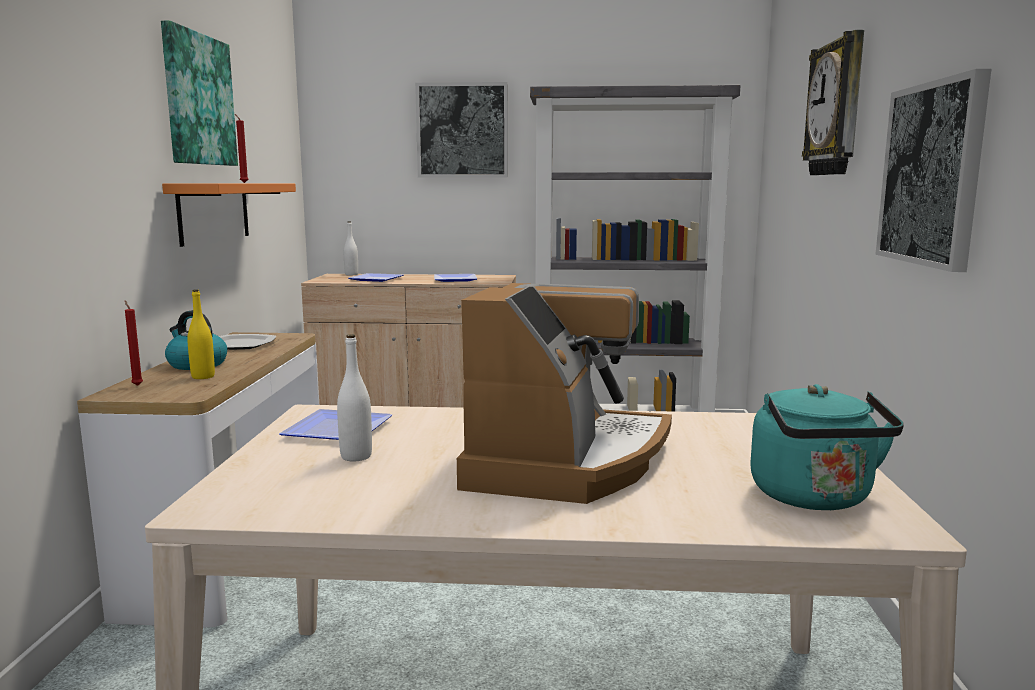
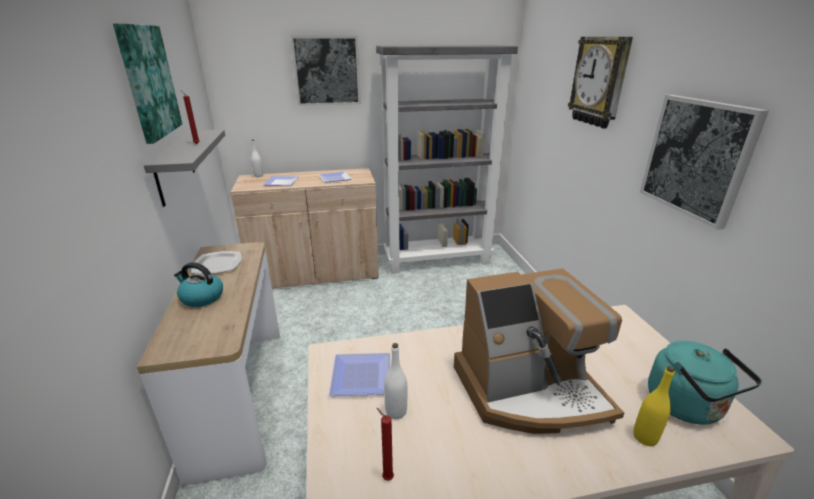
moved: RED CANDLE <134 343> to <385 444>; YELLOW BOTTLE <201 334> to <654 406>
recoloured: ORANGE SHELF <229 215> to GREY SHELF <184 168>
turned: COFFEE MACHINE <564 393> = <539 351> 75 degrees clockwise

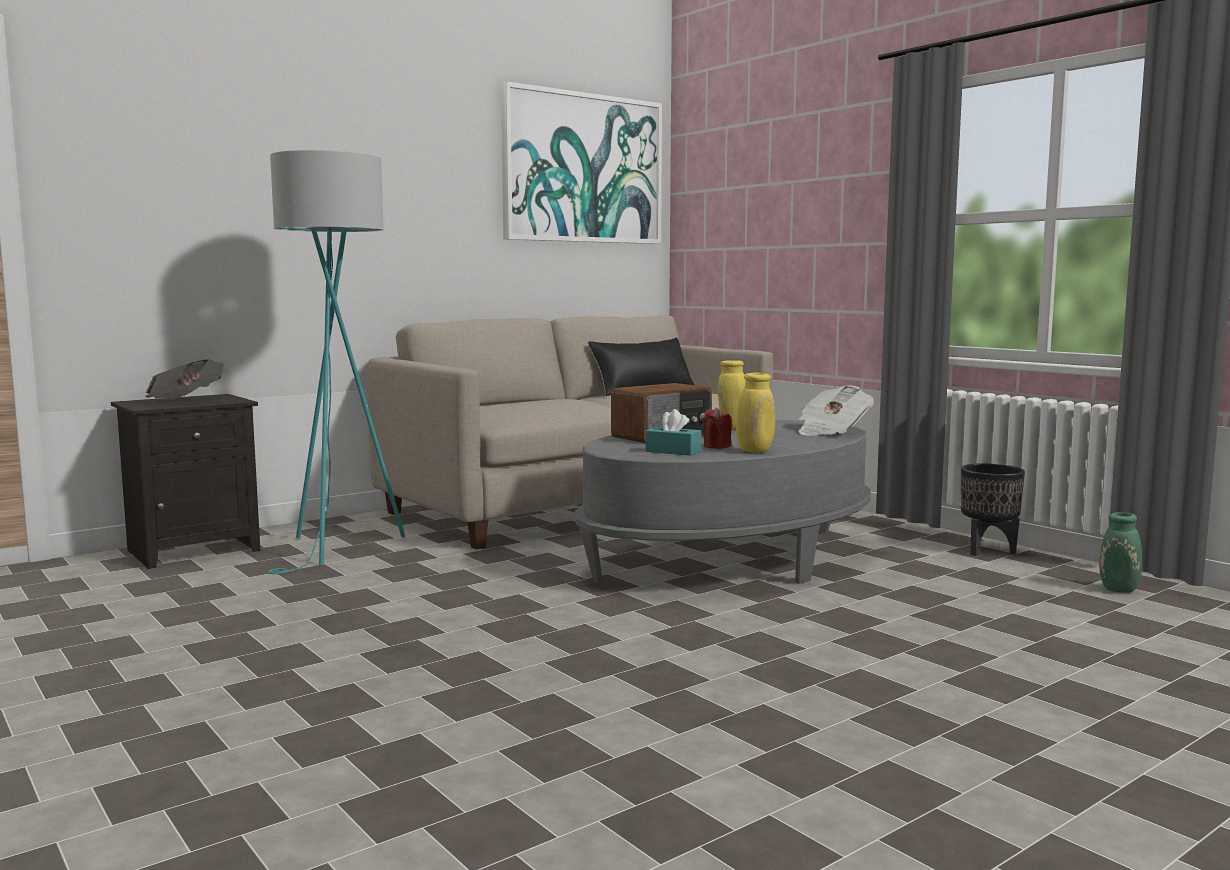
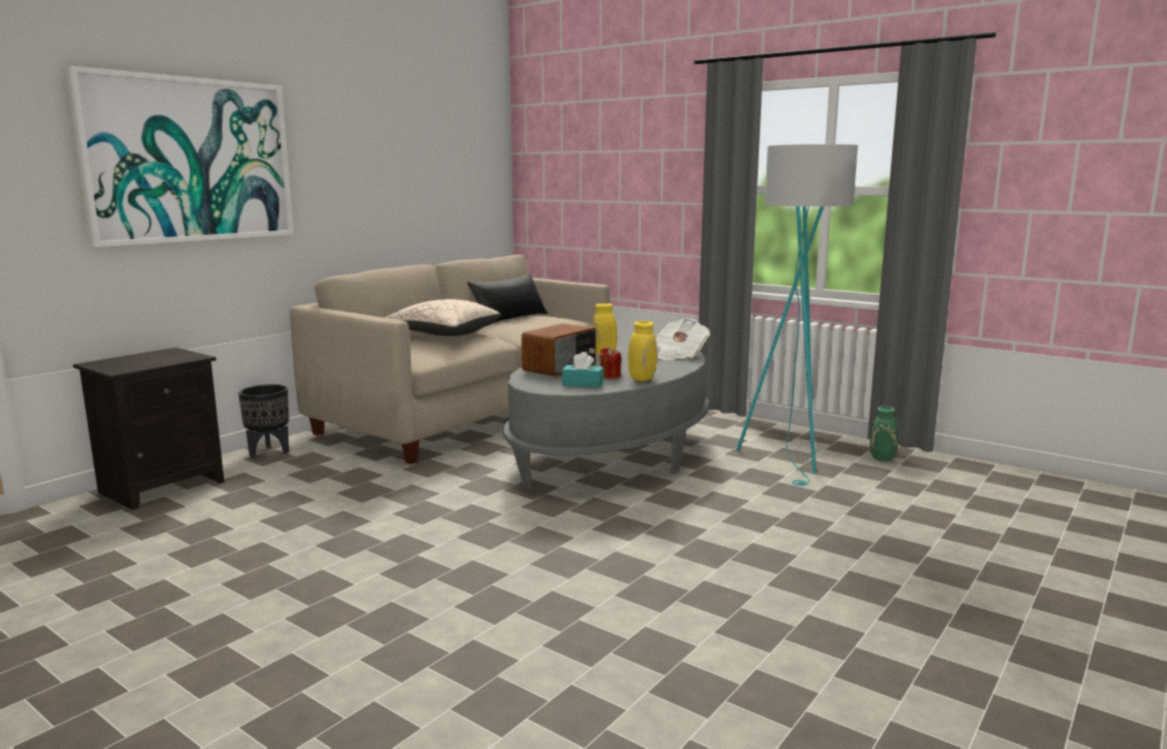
removed: NEWSPAPER <184 379>
added: BEIGE PILLOW <443 317>
moved: PICTURE <581 162> to <179 156>; BLACK PLANTER <993 510> to <263 421>; TURQUOISE FLOOR LAMP <336 362> to <797 315>

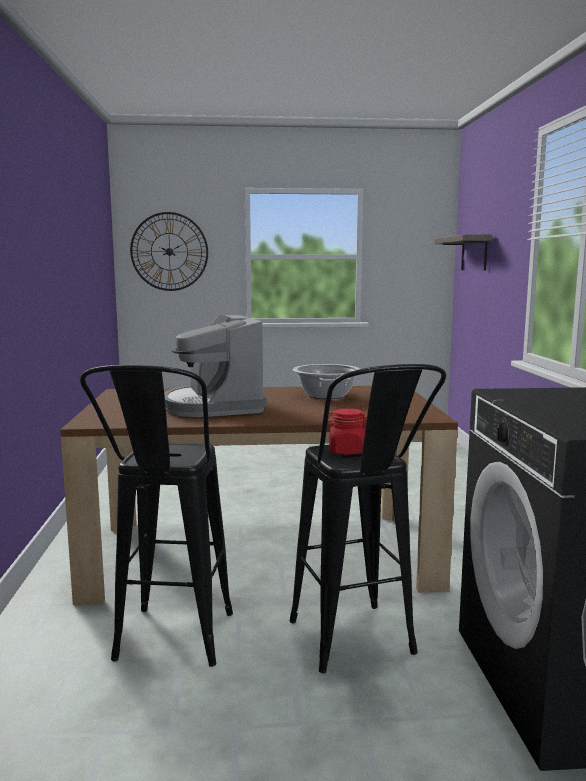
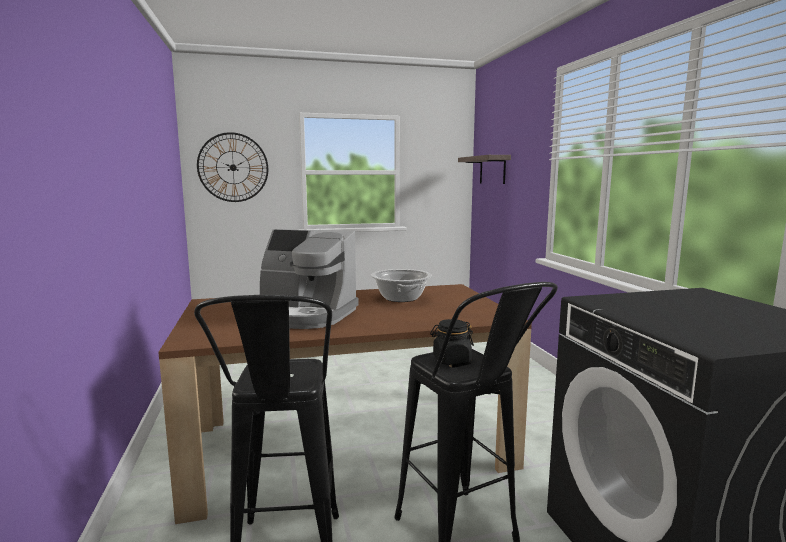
recoloured: RED JAR <347 431> to BLACK JAR <452 342>
turned: COFFEE MACHINE <215 365> = <309 279> 45 degrees counterclockwise

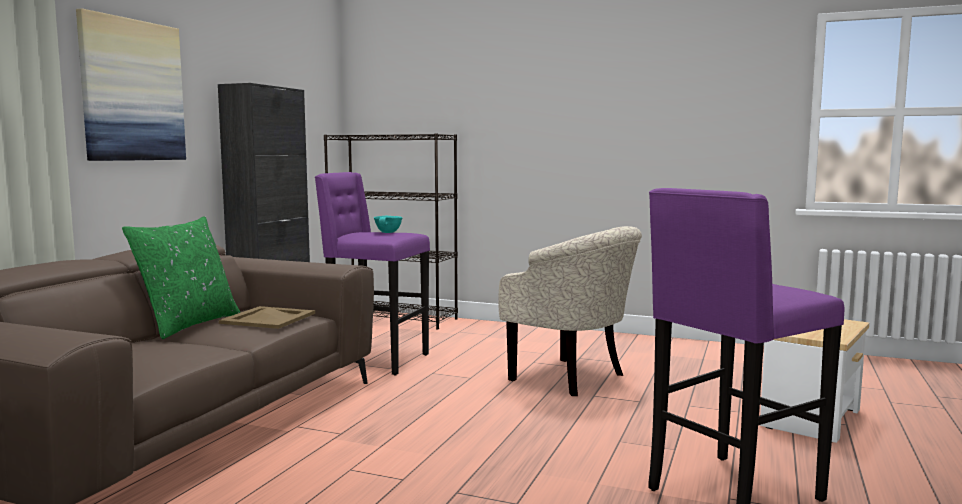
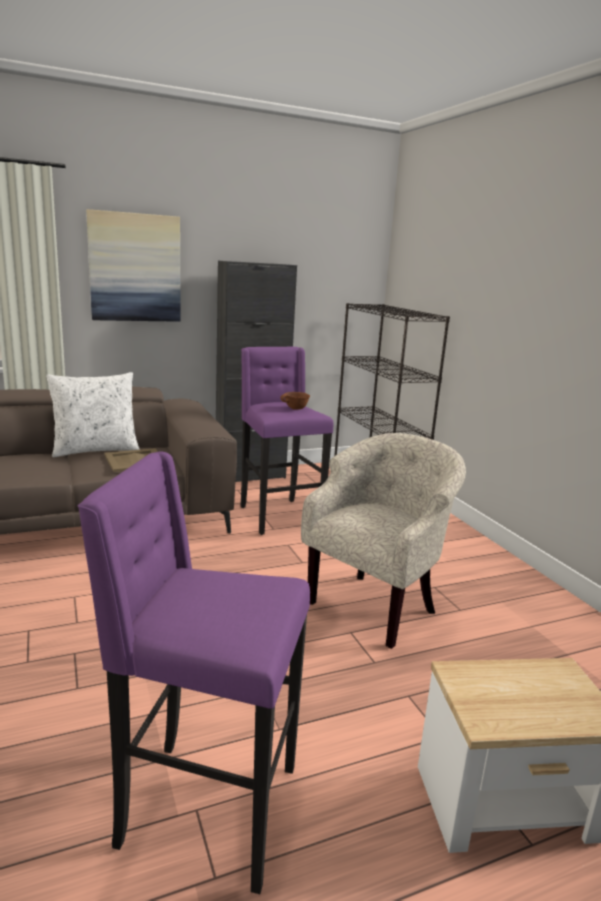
recoloured: GREEN PILLOW <181 277> to WHITE PILLOW <93 414>; TURQUOISE BOWL <388 224> to BROWN BOWL <295 401>
turned: BEIGE ARMCHAIR <570 311> = <383 541> 135 degrees counterclockwise

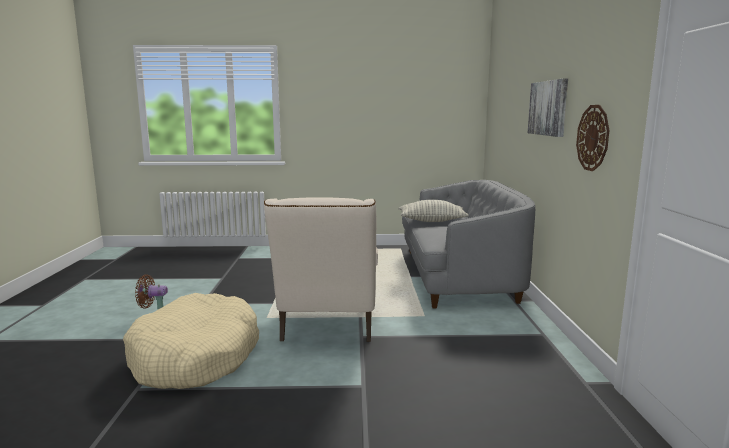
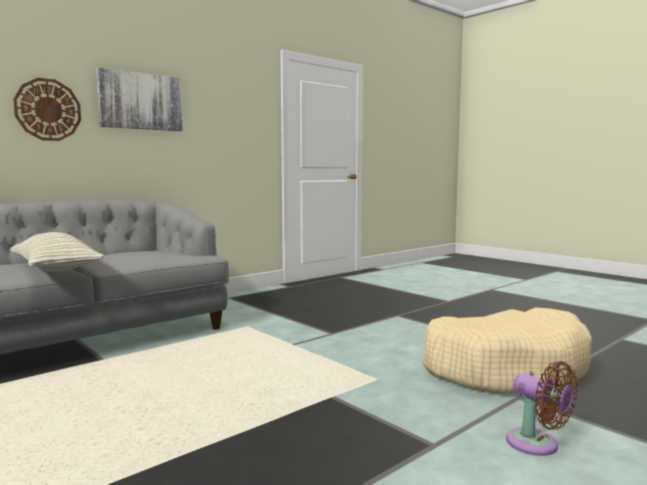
removed: BEIGE ARMCHAIR <321 269>
moved: WALL CLOCK <592 138> to <47 109>

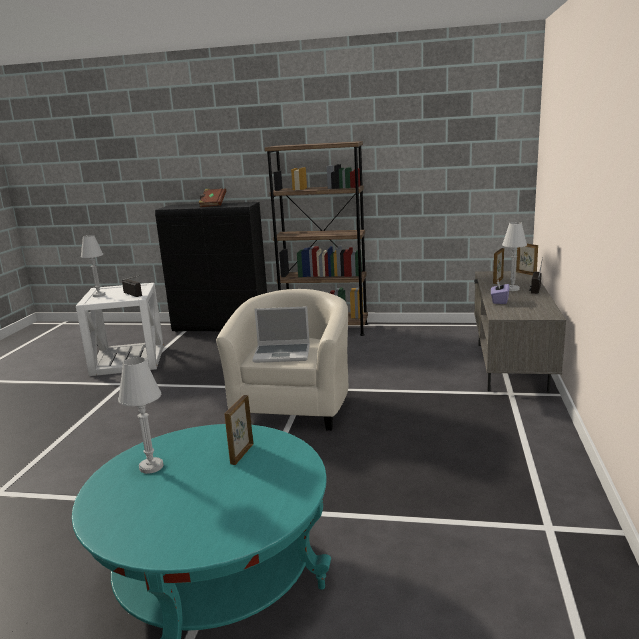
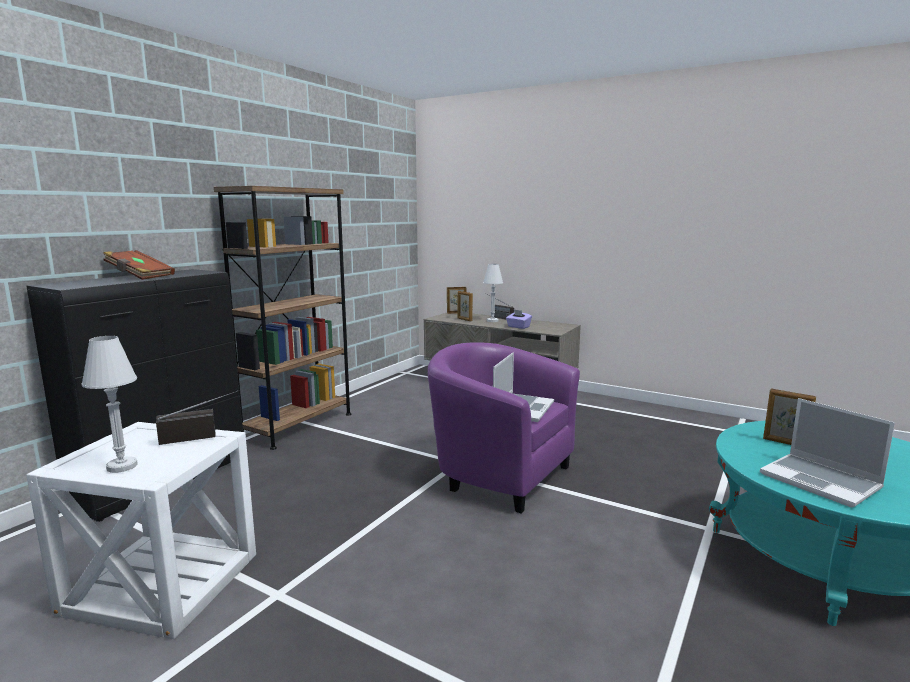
replaced: WHITE TABLE LAMP <141 415> to LAPTOP <827 452>
recoloured: BEIGE ARMCHAIR <282 360> to PURPLE ARMCHAIR <504 427>

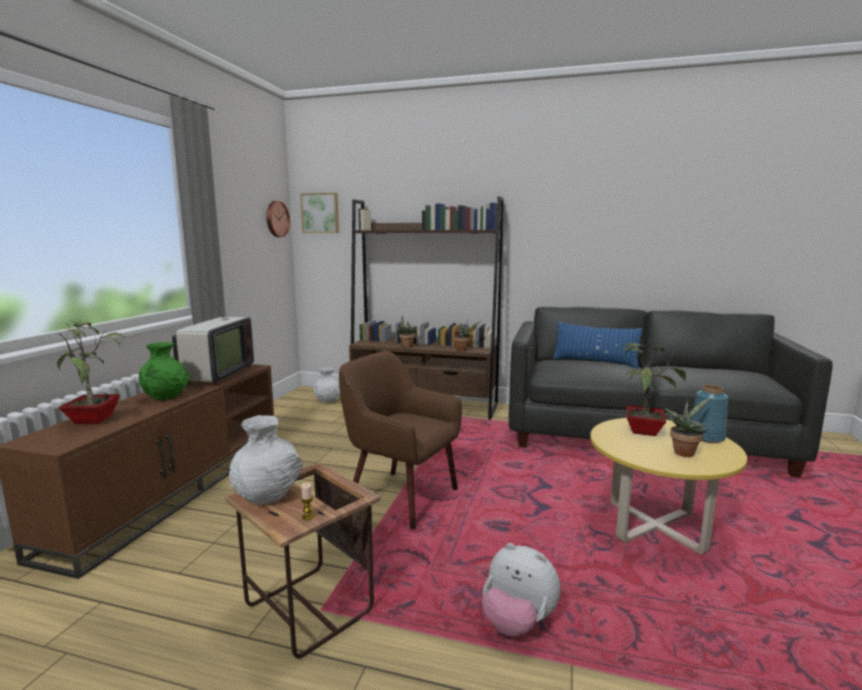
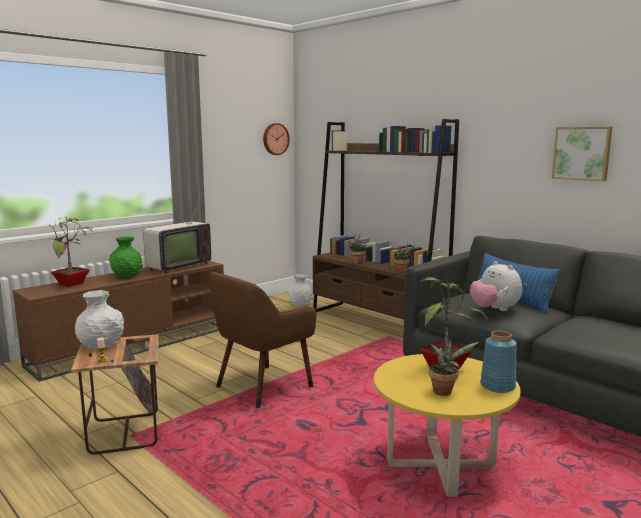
moved: PLUSH TOY <521 590> to <496 286>; PICTURE <319 213> to <582 154>
turned: BROWN ARMCHAIR <400 440> = <262 340> 105 degrees counterclockwise

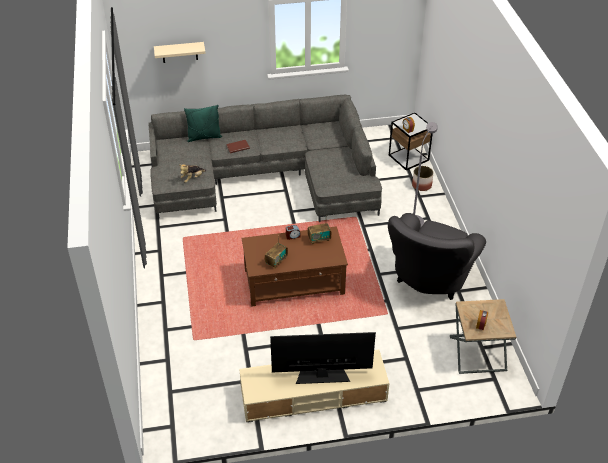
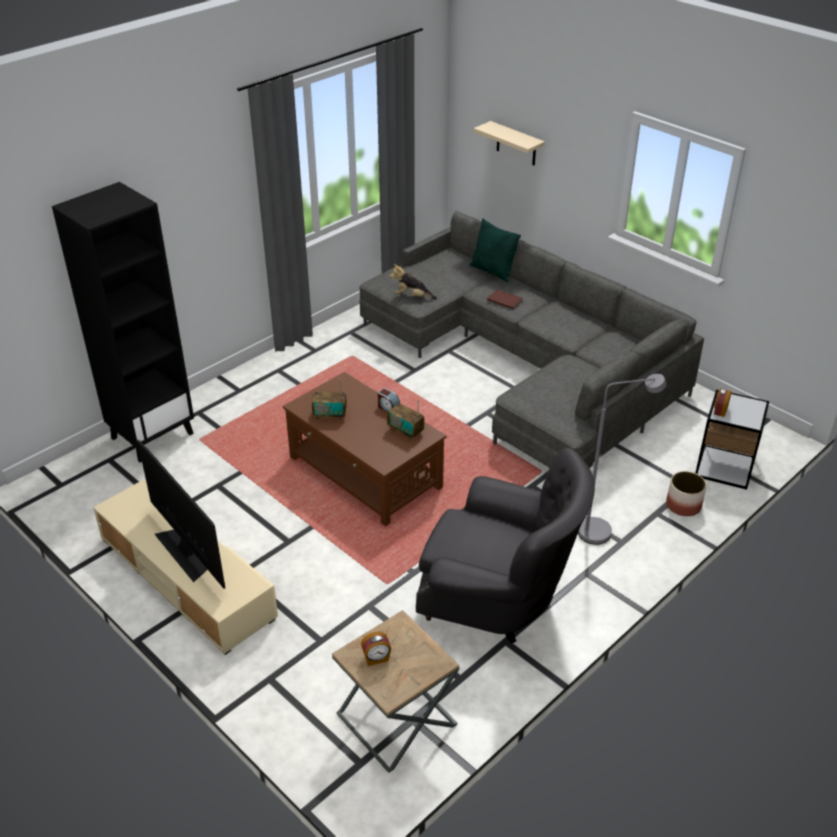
added: BLACK BOOKCASE <123 322>
turned: GREY ARMCHAIR <437 256> = <505 545> 150 degrees counterclockwise

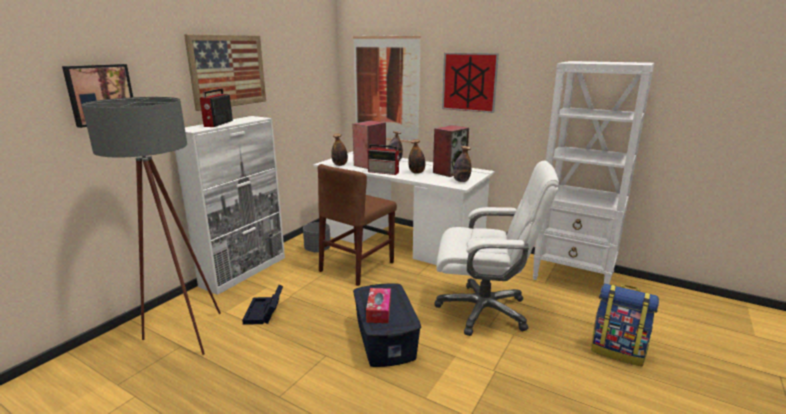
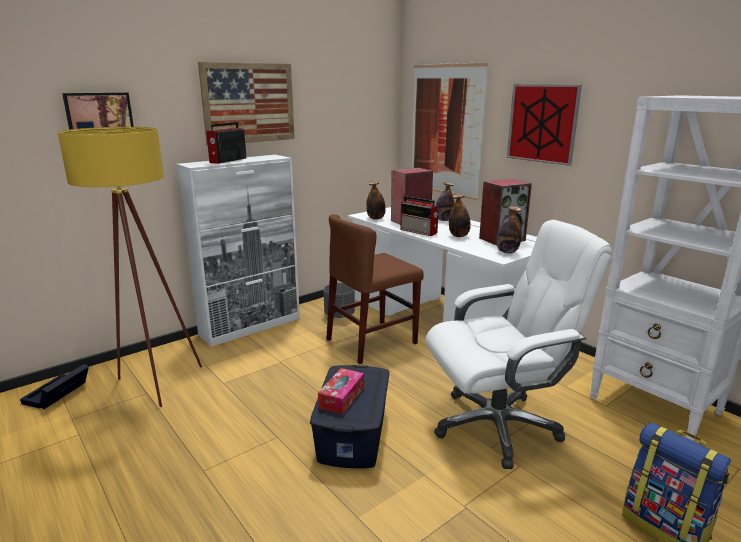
moved: BLACK STORAGE BOX <262 305> to <54 386>
recoloured: GREY FLOOR LAMP <151 226> to YELLOW FLOOR LAMP <130 267>
turned: WHITE OFFICE CHAIR <496 248> = <519 344> 45 degrees counterclockwise

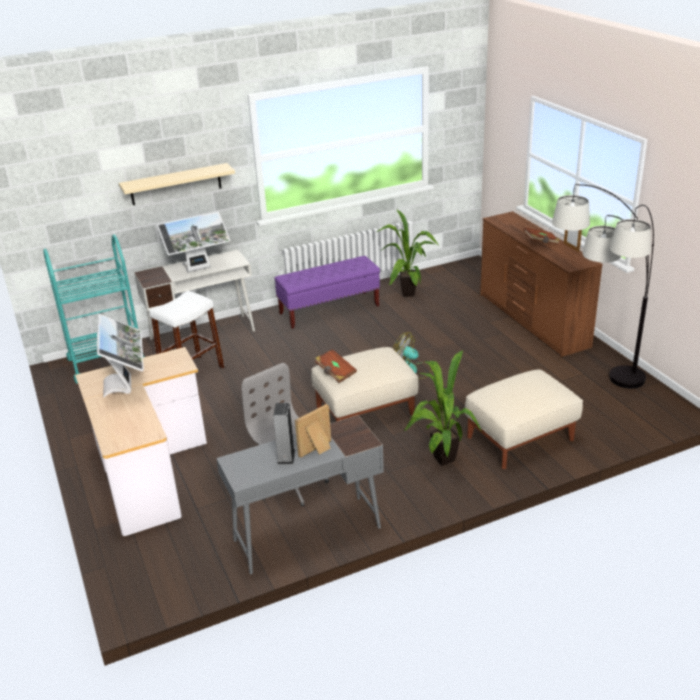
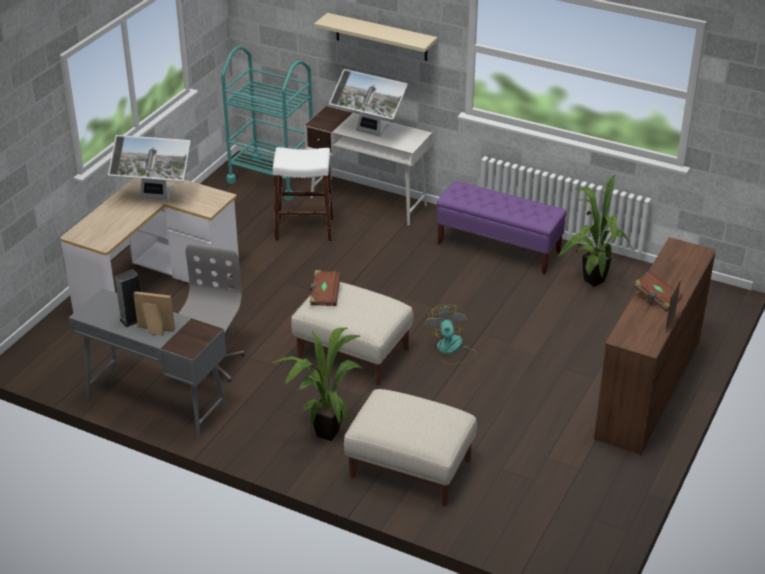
removed: FLOOR LAMP <603 286>
turned: MONITOR <120 355> = <149 168> 60 degrees clockwise

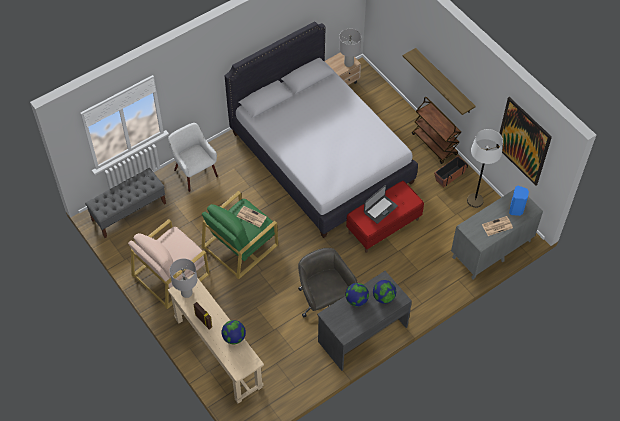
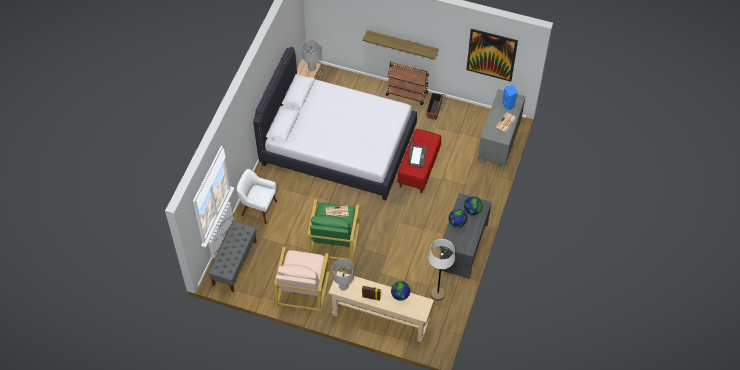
removed: GREY OFFICE CHAIR <328 283>
moved: WHITE FLOOR LAMP <485 168> to <441 270>

